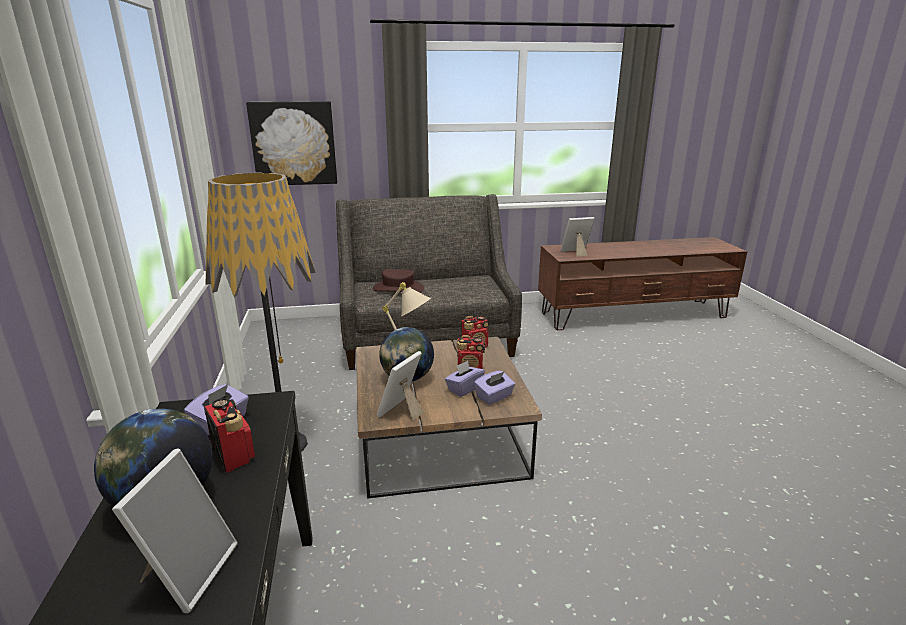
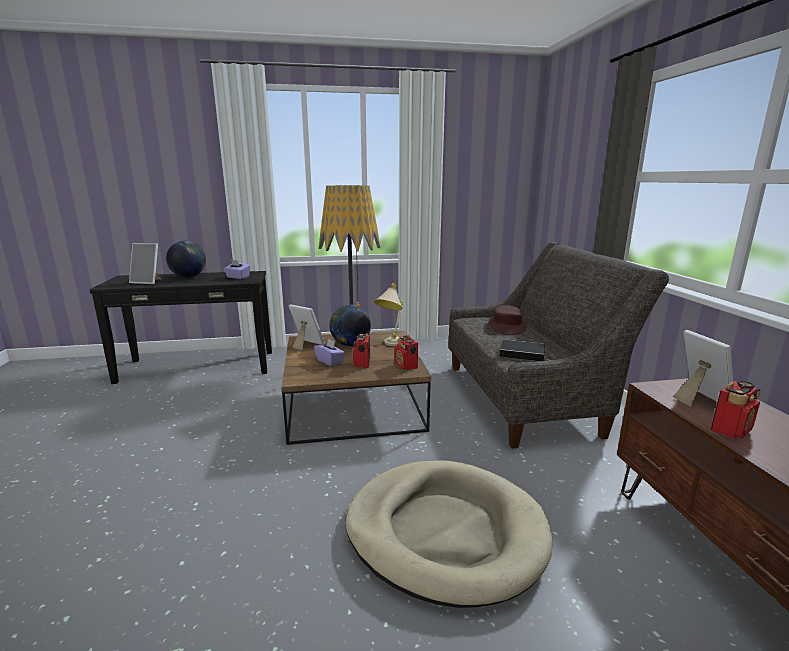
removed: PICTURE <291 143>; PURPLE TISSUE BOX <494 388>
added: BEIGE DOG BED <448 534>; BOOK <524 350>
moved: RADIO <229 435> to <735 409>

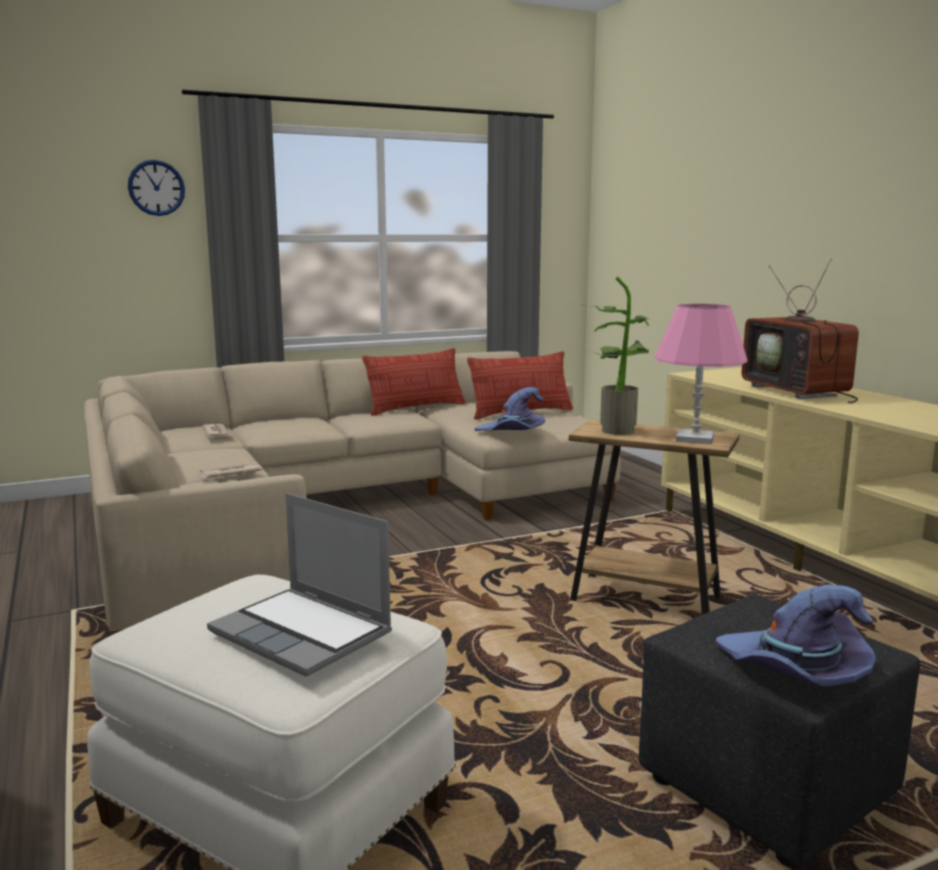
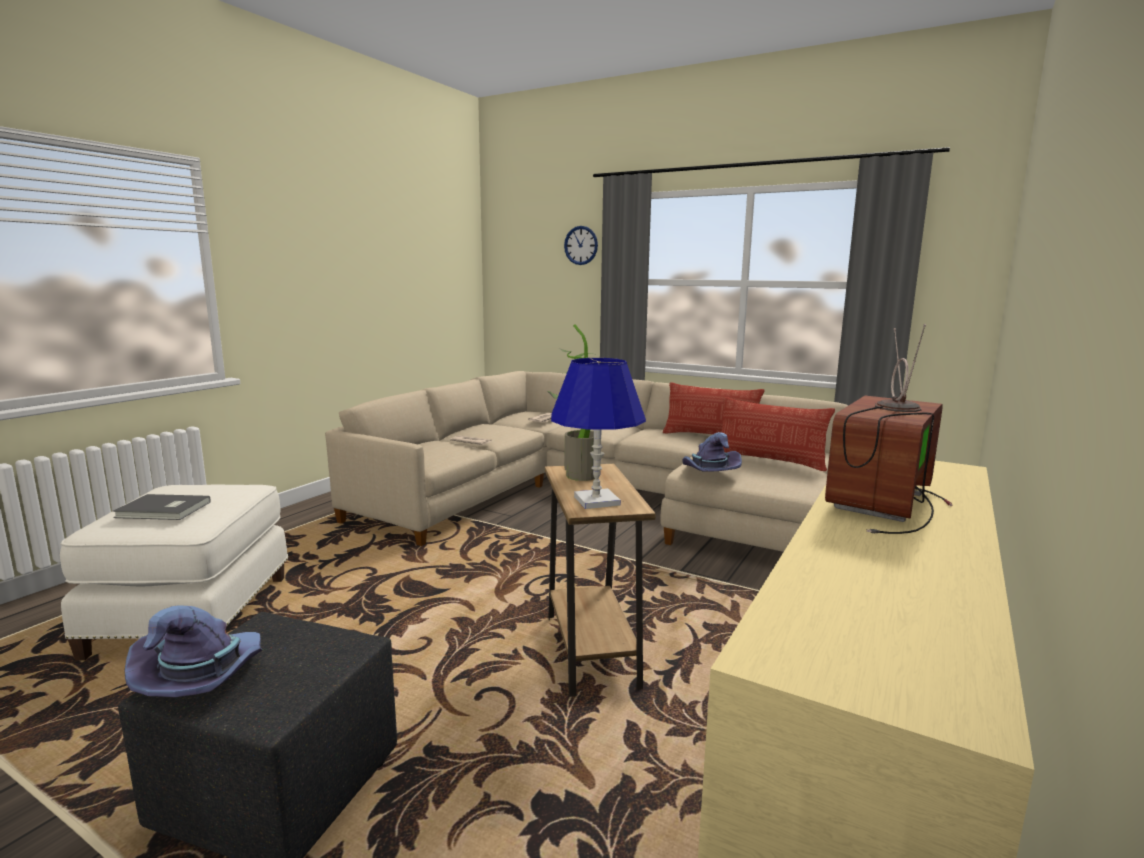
replaced: LAPTOP <299 585> to GREY BOOK <161 507>
recoloured: PINK TABLE LAMP <701 374> to BLUE TABLE LAMP <598 433>

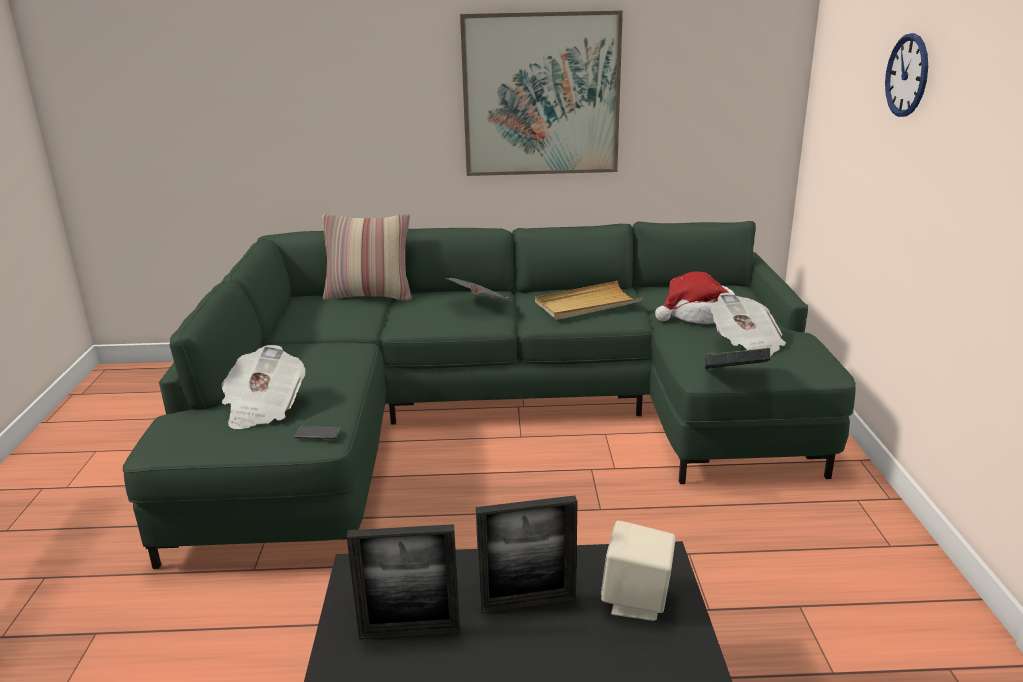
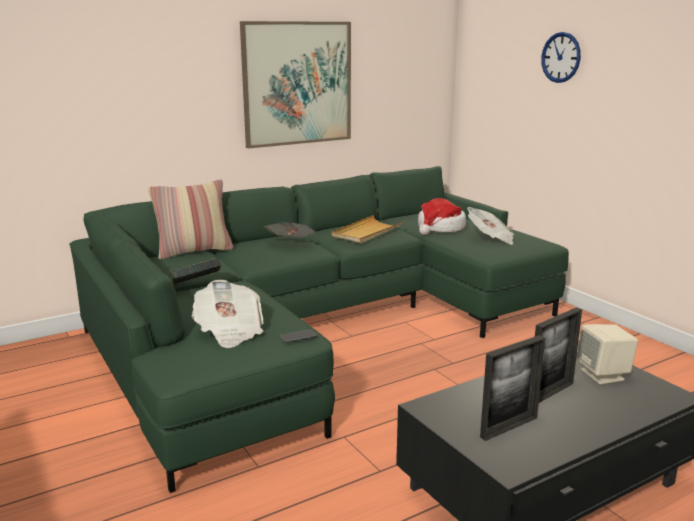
moved: BOOK <737 358> to <195 271>

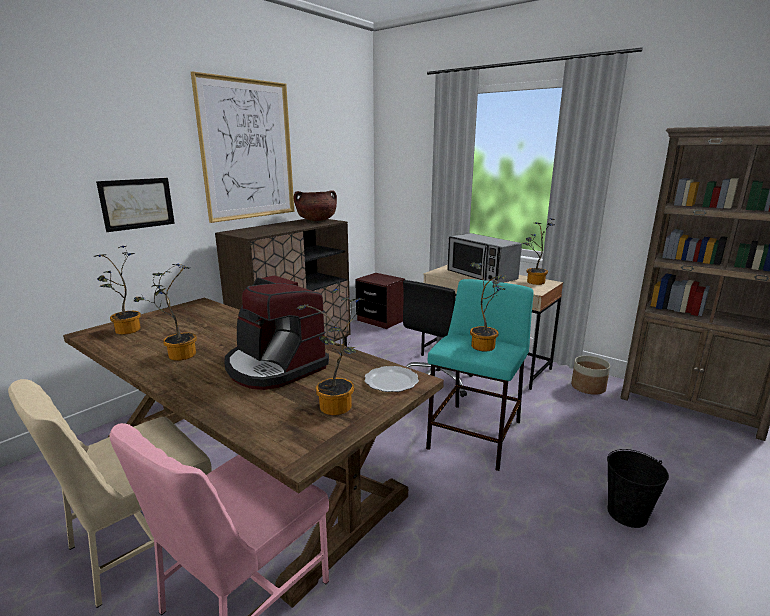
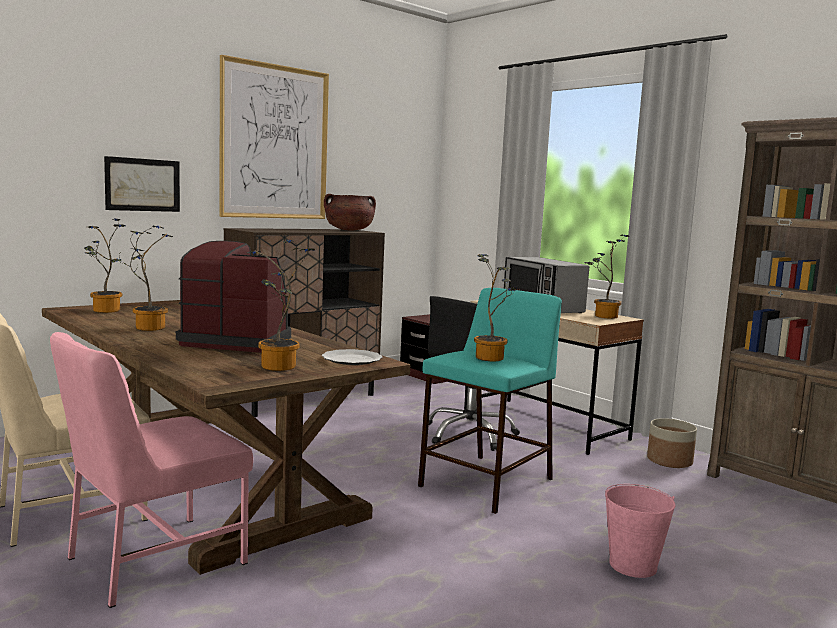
recoloured: BLACK BUCKET <638 488> to PINK BUCKET <640 531>
turned: COFFEE MACHINE <277 332> = <233 297> 135 degrees clockwise

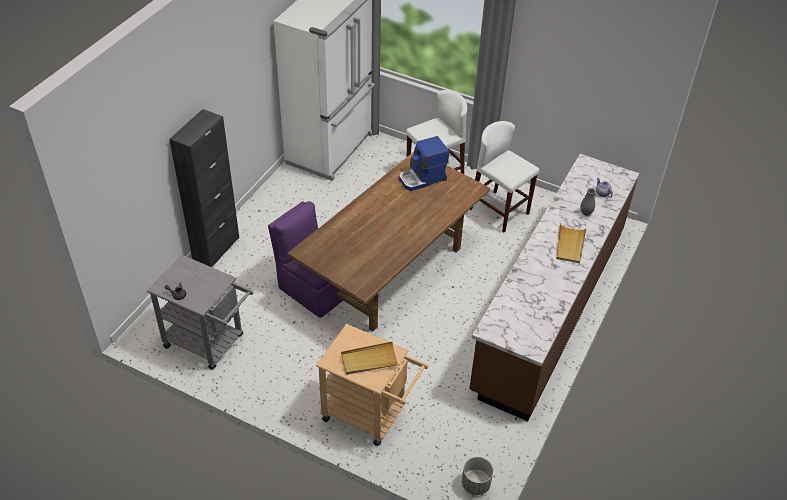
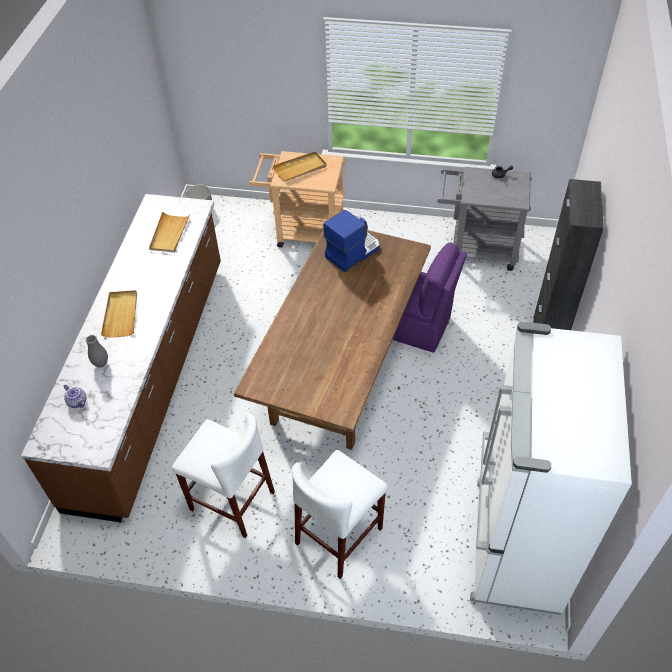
added: BEIGE TRAY <169 232>
moved: COFFEE MACHINE <424 163> to <351 241>

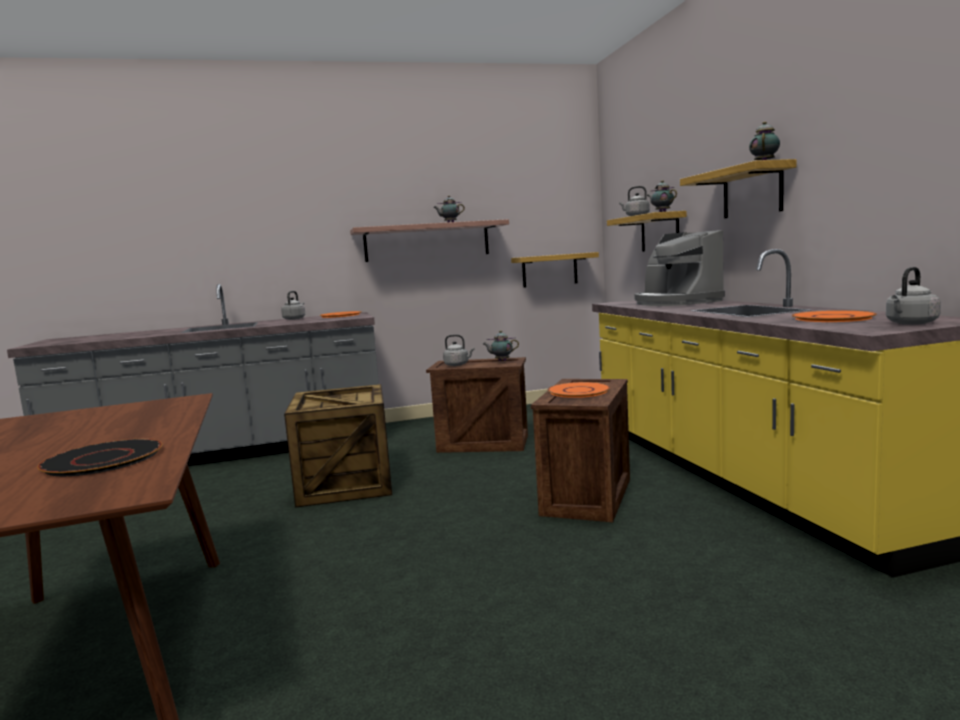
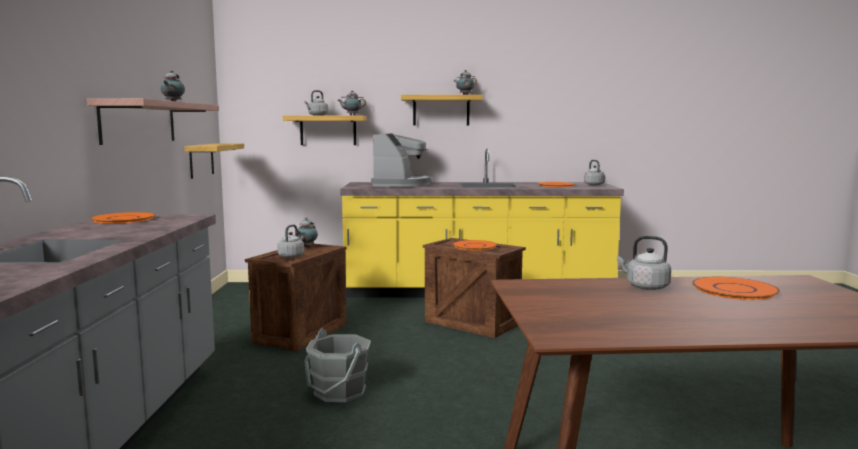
moved: GREY KETTLE <293 305> to <644 263>
replaced: CRATE <338 446> to GREY BUCKET <337 365>
recoloured: BLACK PLATE <99 457> to ORANGE PLATE <736 288>
turned: COFFEE MACHINE <679 268> = <401 160> 75 degrees counterclockwise

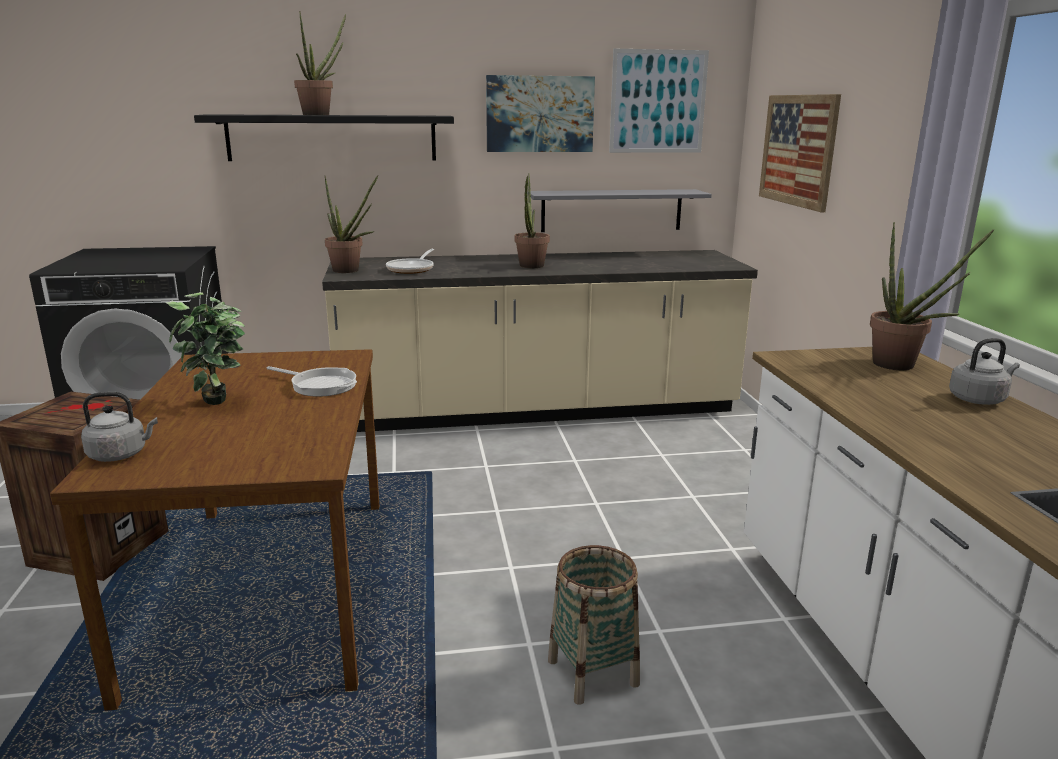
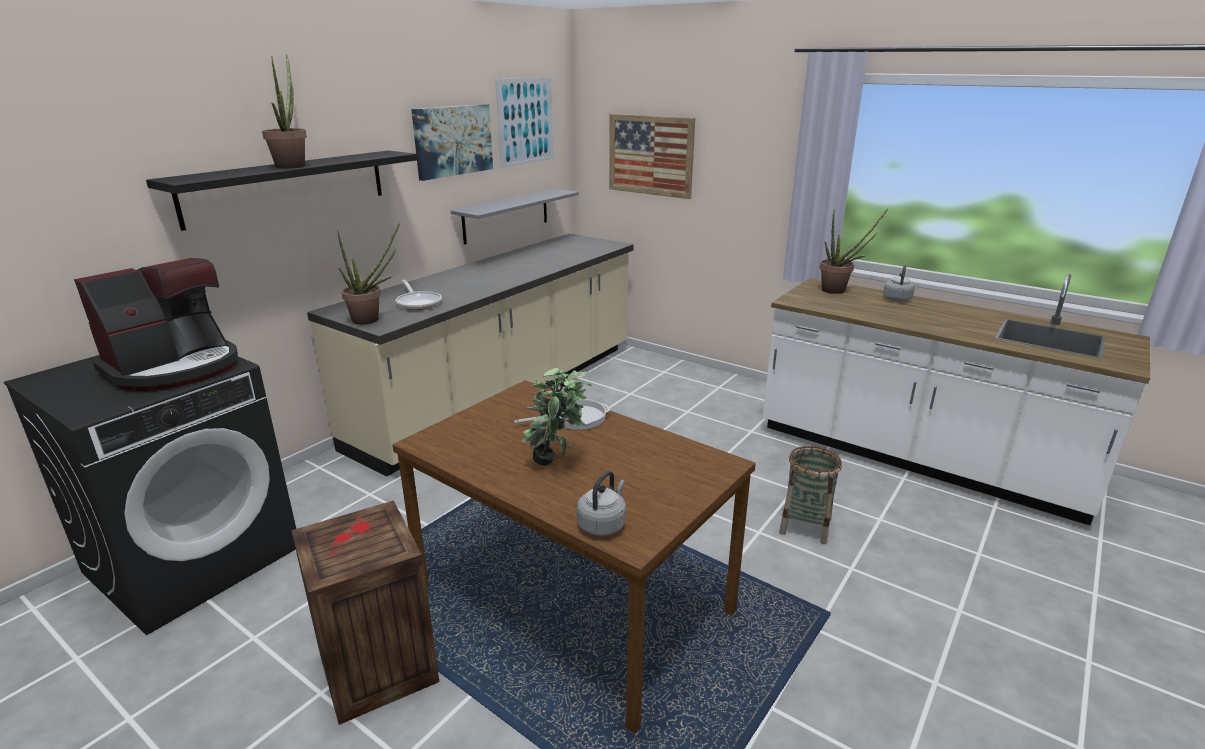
removed: POTTED PLANT <532 220>
added: COFFEE MACHINE <156 324>

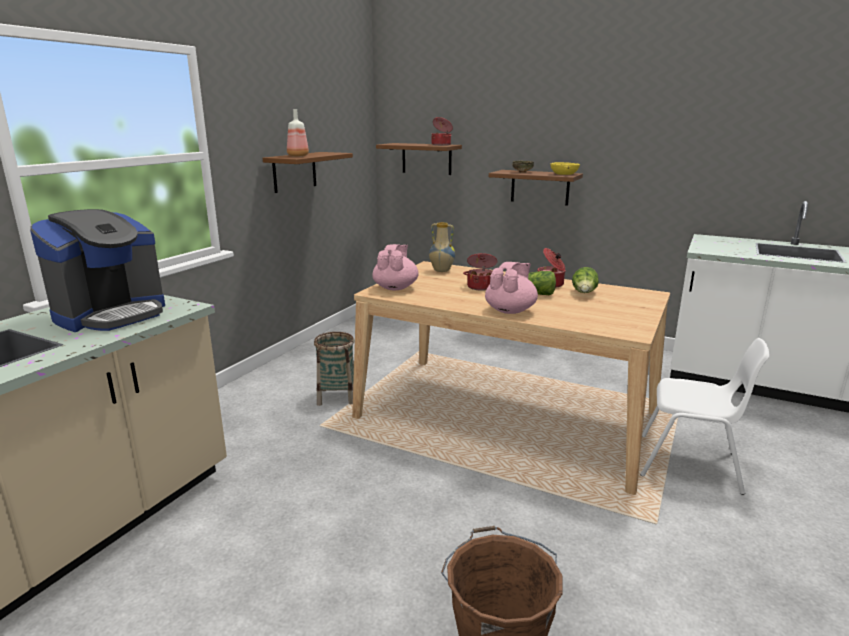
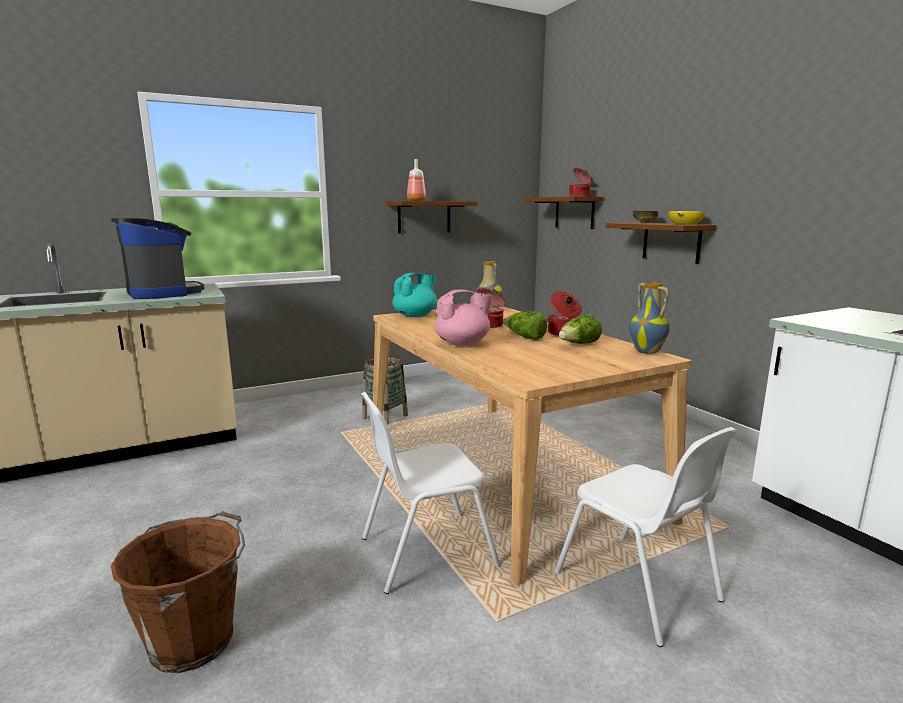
added: WHITE CHAIR <430 493>; VASE <649 318>
recoloured: PINK TEAPOT <395 267> to TURQUOISE TEAPOT <414 295>
turned: COFFEE MACHINE <97 270> = <158 258> 105 degrees counterclockwise

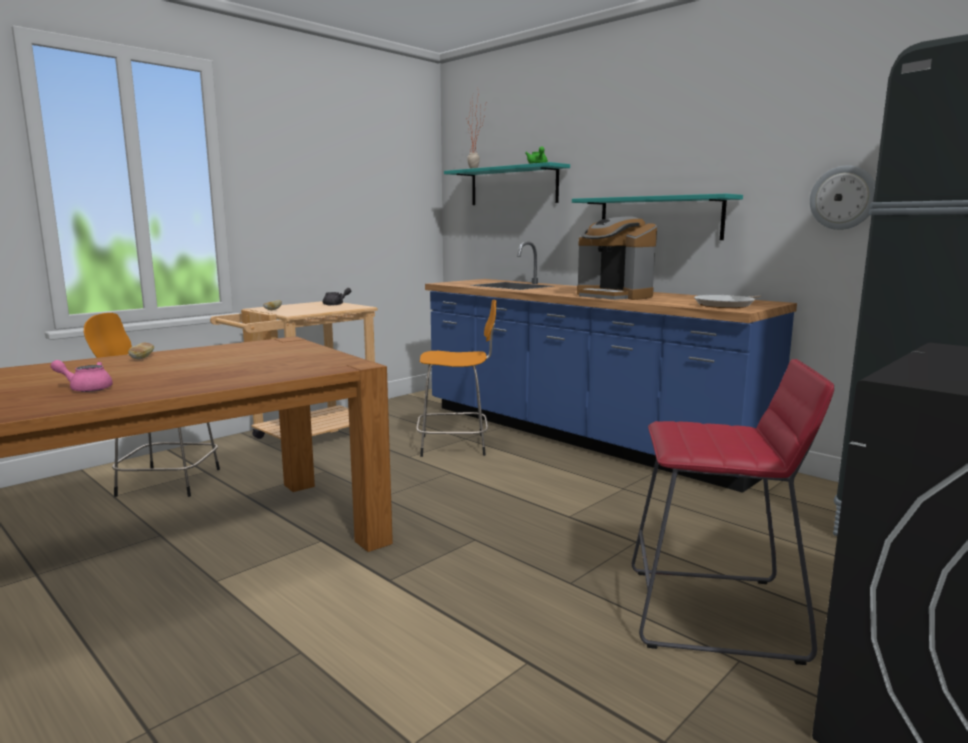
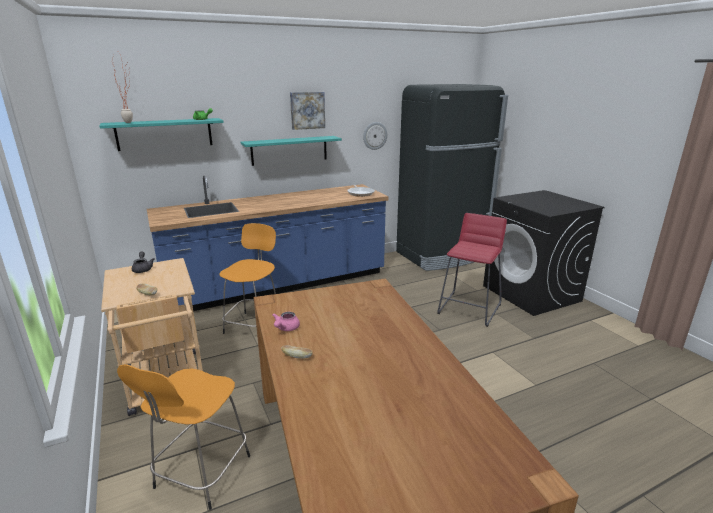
removed: COFFEE MACHINE <617 258>
added: PICTURE <307 111>
moved: PINK TEAPOT <81 376> to <286 321>

